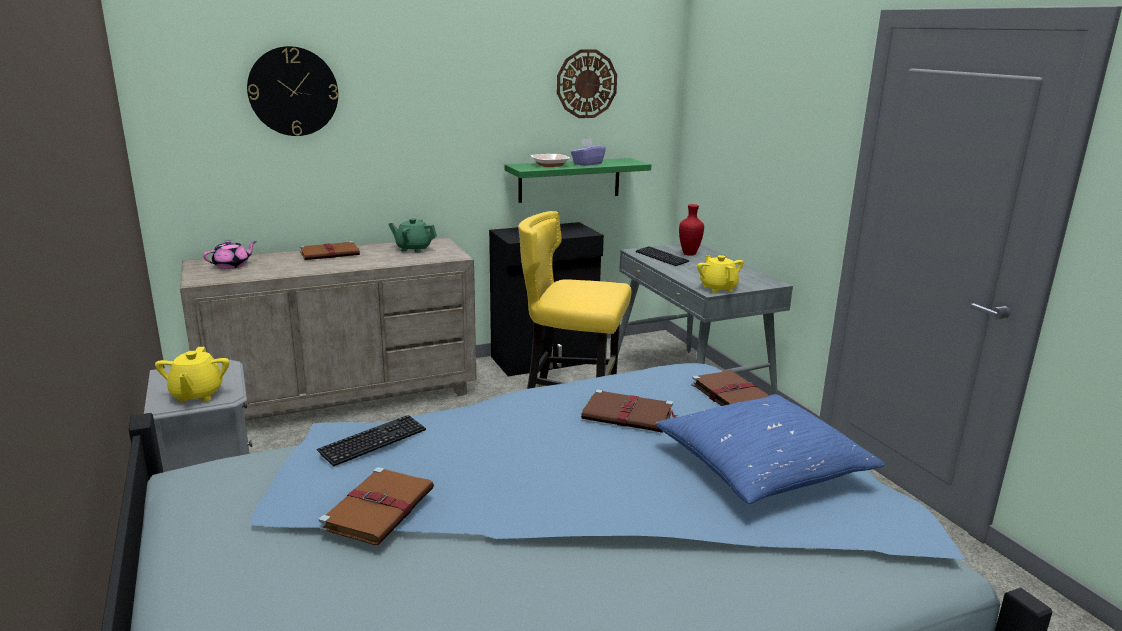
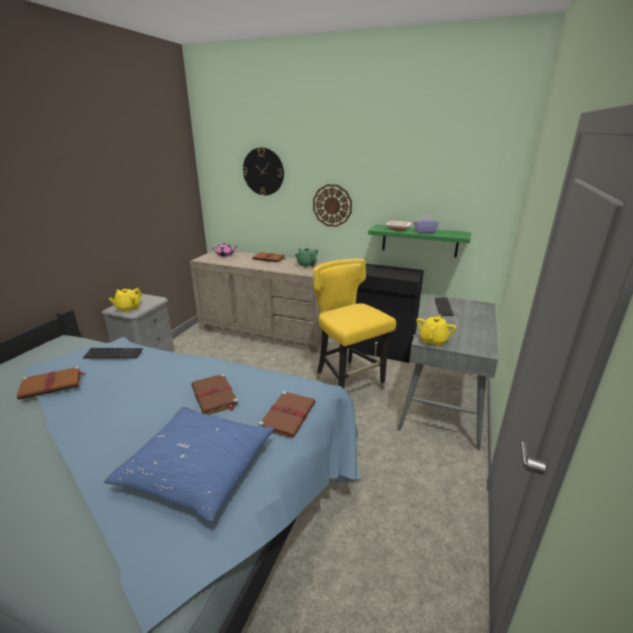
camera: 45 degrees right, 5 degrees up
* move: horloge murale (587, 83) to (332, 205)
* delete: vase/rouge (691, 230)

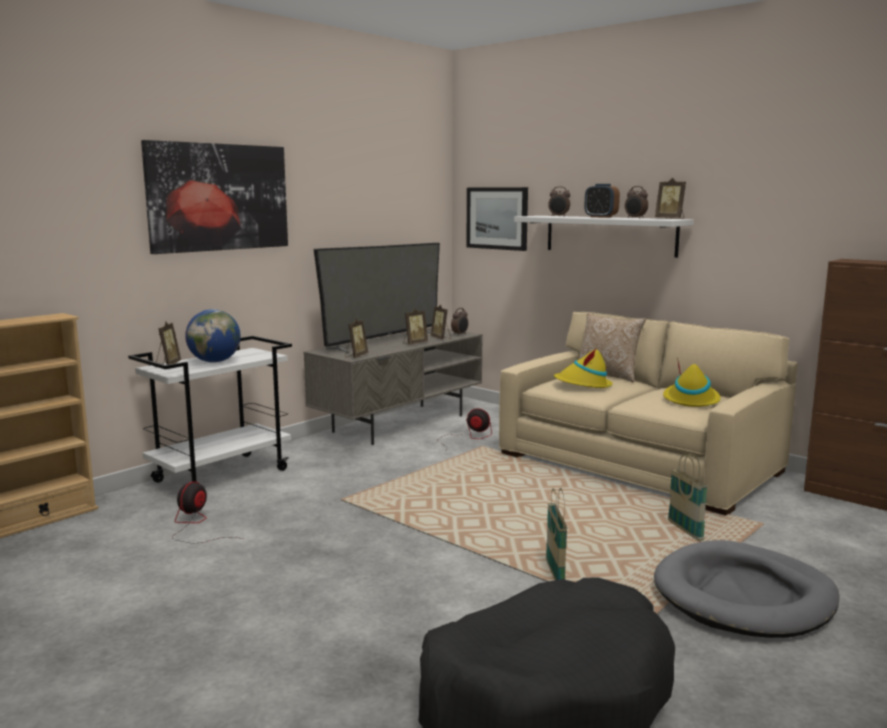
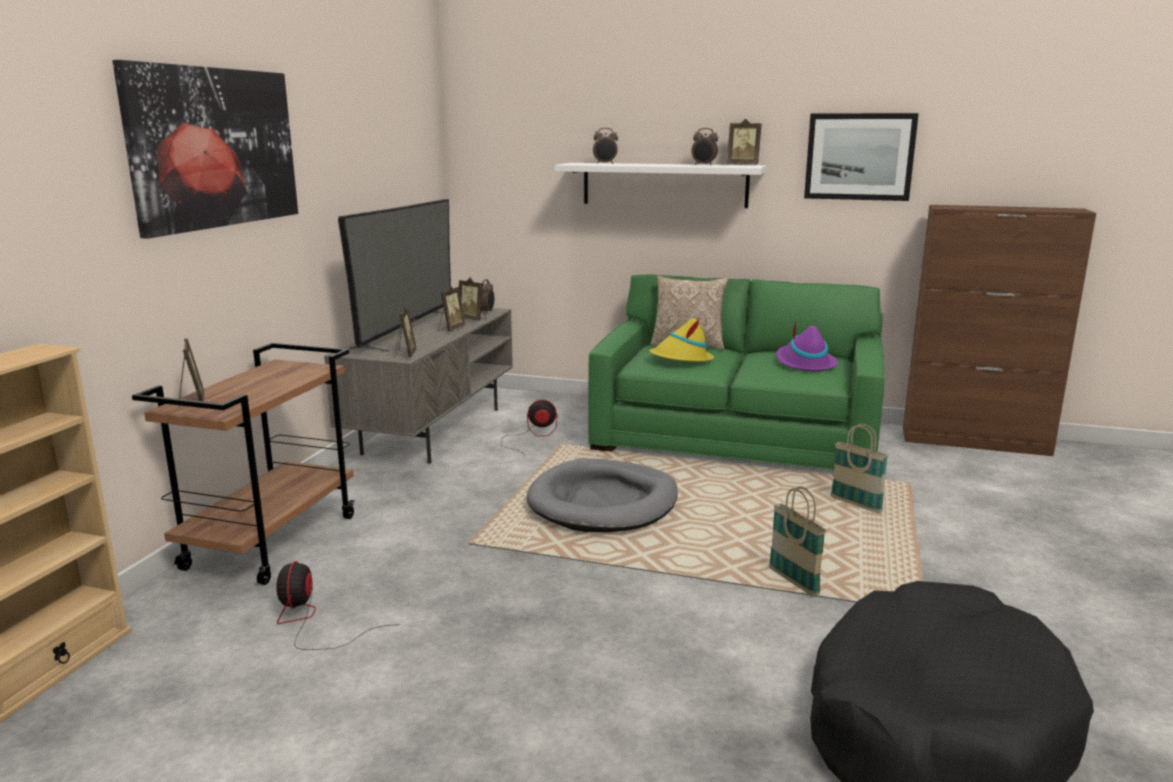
camera: 25 degrees left, 5 degrees up
* recolor: chariot/blanc (210, 409) to chariot/marron (243, 464)
* move: panier pour chien/gris (747, 589) to (602, 495)
* recolor: canapé/beige (648, 414) to canapé/vert (736, 372)
* recolor: chapeau/jaune (692, 382) to chapeau/violet (807, 346)
* move: tableau (497, 219) to (861, 157)
* delete: globe (213, 336)
* delete: réveil (602, 201)

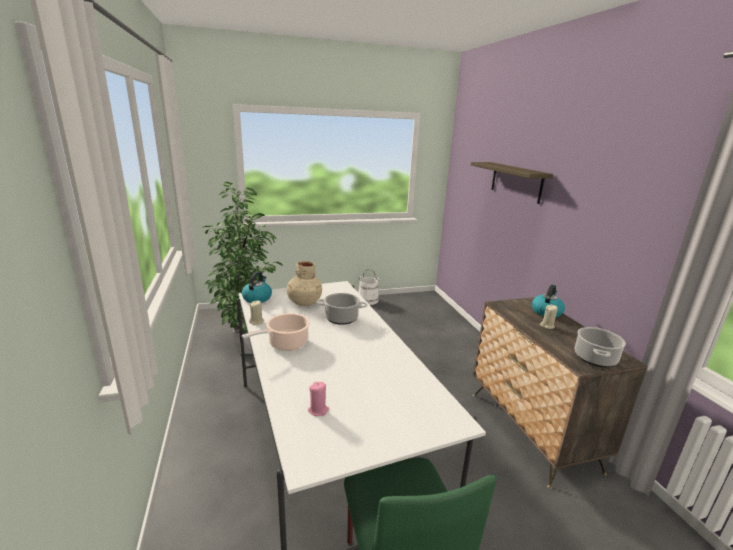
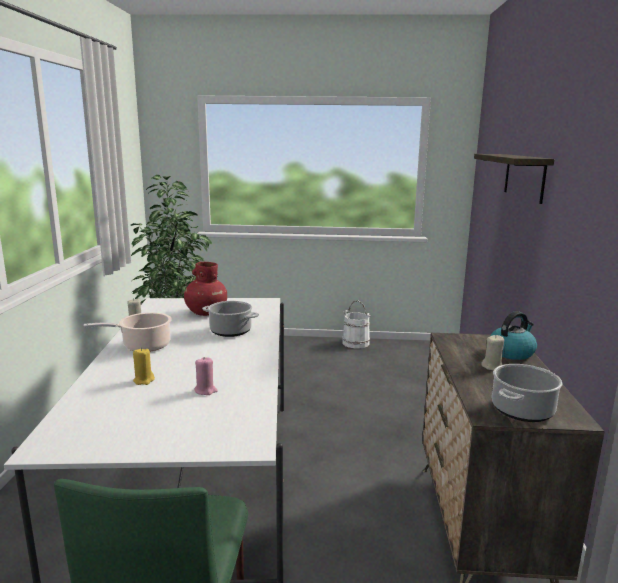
camera: 20 degrees right, 5 degrees down
* insert: bougie/jaune (144, 366)
* recolor: vase/beige (304, 283) to vase/rouge (205, 289)
* move: bougie/rose (318, 399) to (206, 376)
* delete: bouilloire (257, 287)

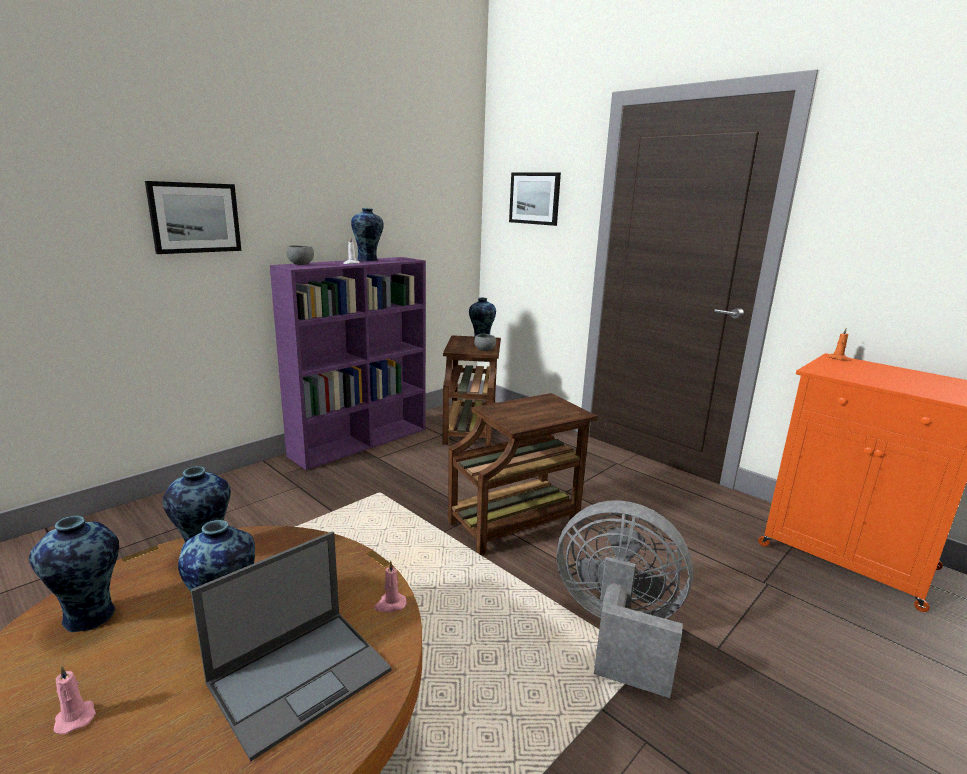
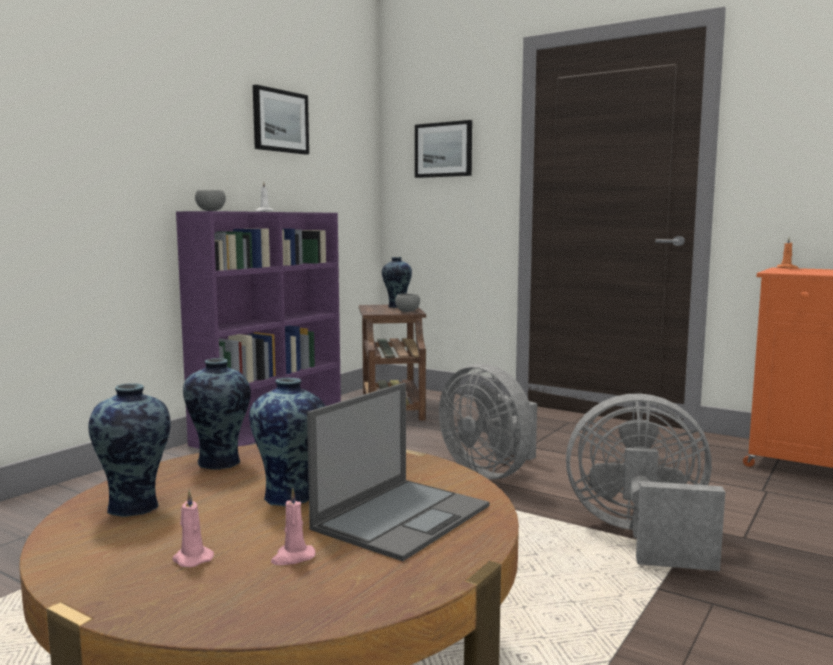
camera: 10 degrees left, 10 degrees down
* move: tableau (193, 217) to (281, 120)
* move: bougie/rose (390, 587) to (293, 526)
* replace: table d'appoint/marron (523, 474) to ventilateur/gris (488, 421)
* delete: vase (367, 234)

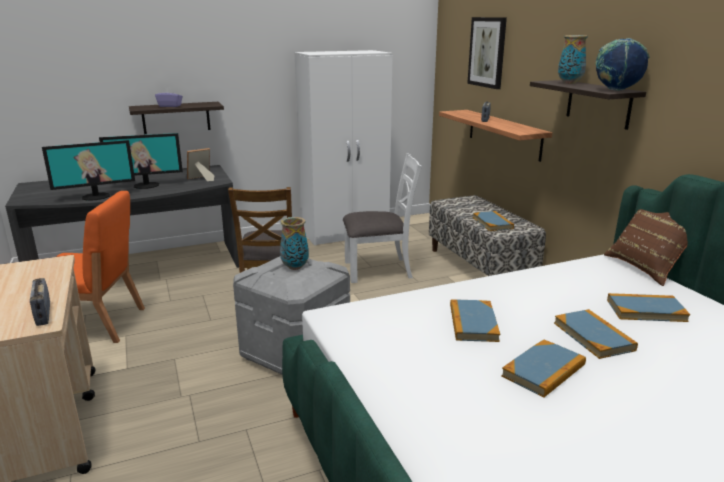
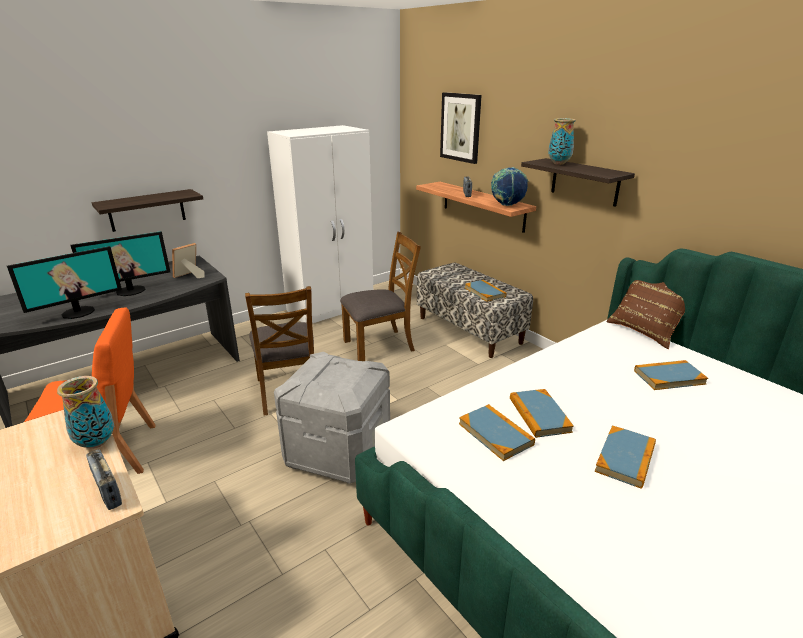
camera: 15 degrees left, 5 degrees up
* move: vase (294, 243) to (85, 412)
* recolor: chaise/blanc (382, 218) to chaise/marron (380, 296)
* move: livre (596, 334) to (497, 432)
* move: globe (622, 64) to (509, 186)
* delete: boîte à mouchoirs/violet (169, 97)

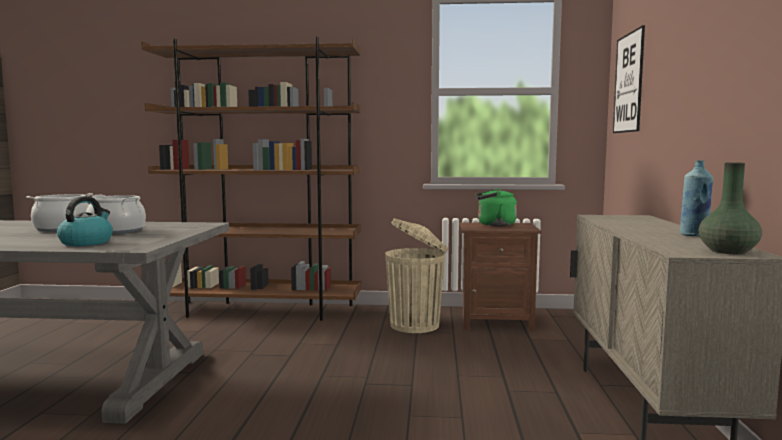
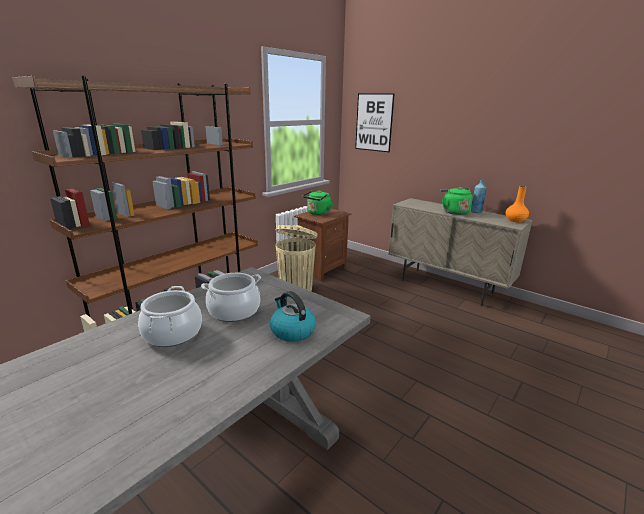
camera: 55 degrees left, 15 degrees up
* insert: bouilloire/vert (456, 201)
* recolor: vase/vert (730, 208) to vase/orange (517, 204)

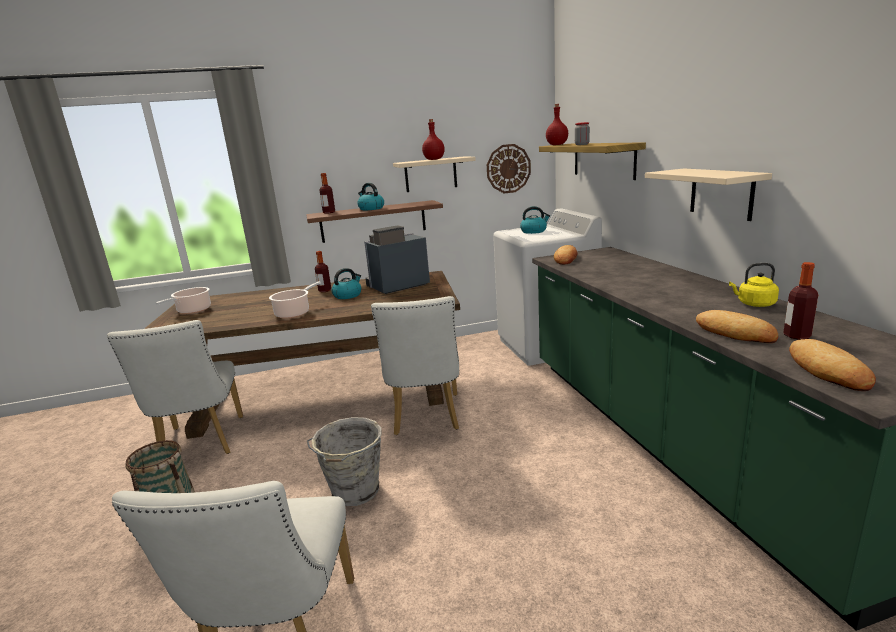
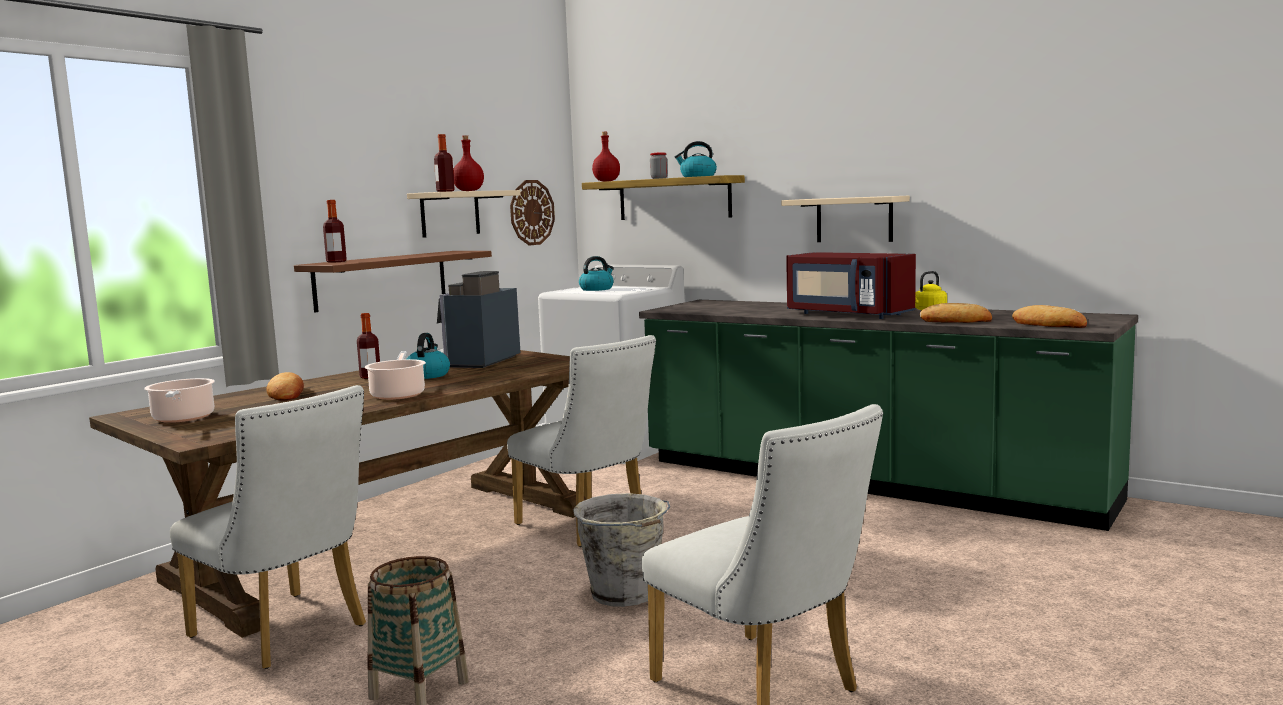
camera: 40 degrees left, 10 degrees down
* move: pain (565, 255) to (285, 386)
* move: bouteille (800, 301) to (444, 163)
* move: bouilloire (371, 196) to (696, 159)
* insert: micro-ondes/rouge (851, 285)

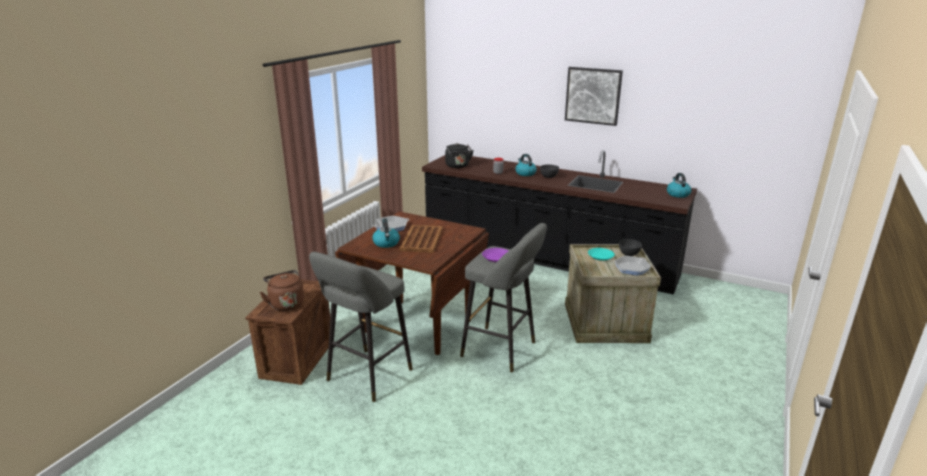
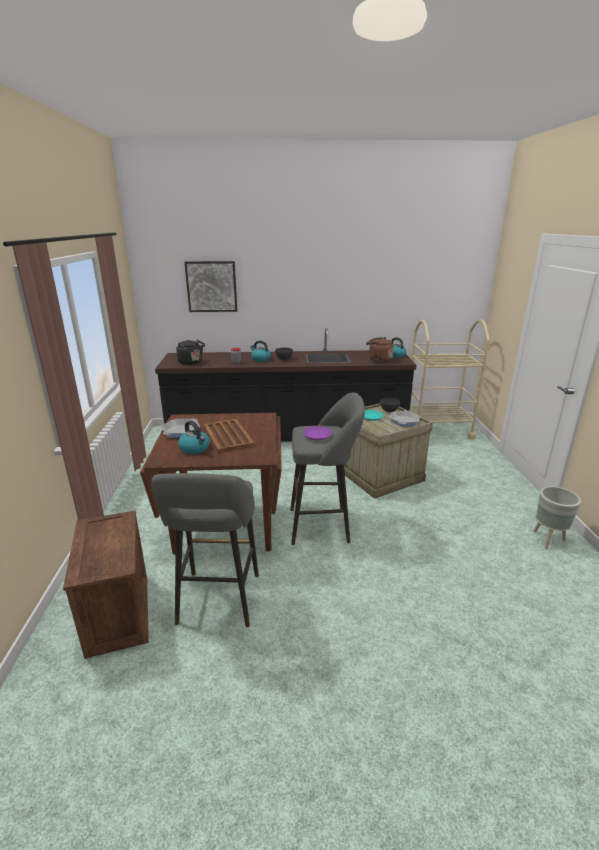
camera: 30 degrees left, 0 degrees up
* move: tableau (594, 96) to (210, 286)
* move: bouilloire/marron (282, 290) to (380, 350)
* insert: chariot/beige (450, 379)
* insert: cache-pot/gris (557, 518)

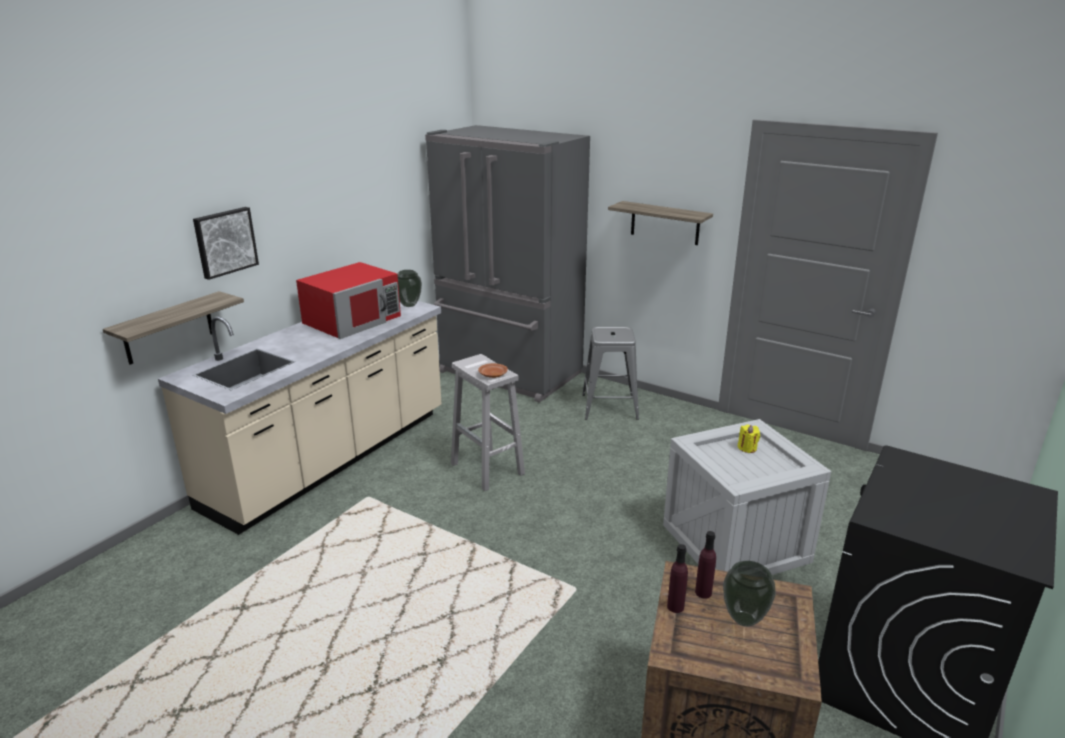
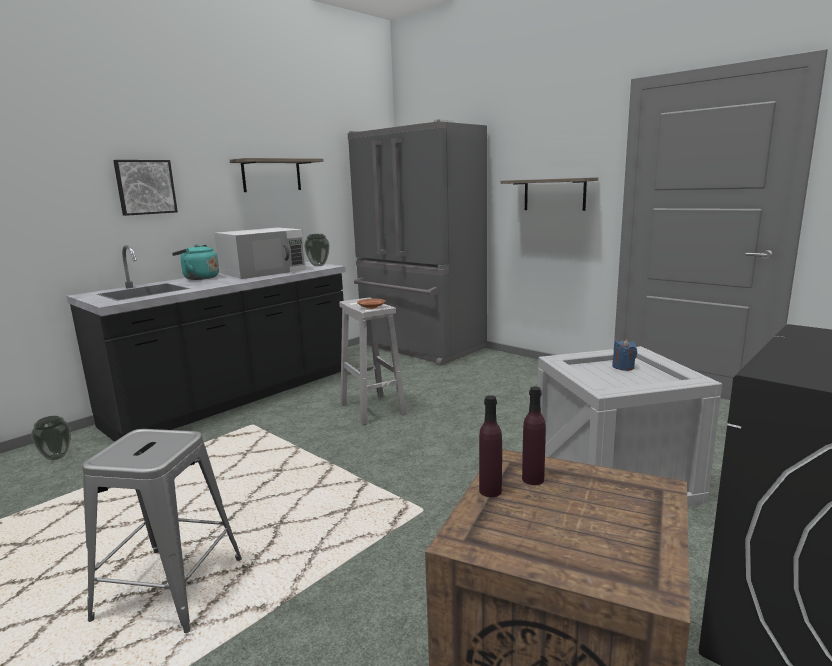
camera: 10 degrees right, 10 degrees down
* move: vase (749, 594) to (51, 438)
* recolor: comptoir de cuisine/beige (299, 418) to comptoir de cuisine/noir (206, 343)
* move: tabouret/gris (610, 373) to (162, 531)
* insert: bouilloire/turquoise (195, 262)
* recolor: micro-ondes/rouge (348, 300) to micro-ondes/blanc (260, 253)
* move: étagère (173, 328) to (277, 175)
* recolor: bougie/jaune (748, 438) to bougie/bleu (624, 355)

